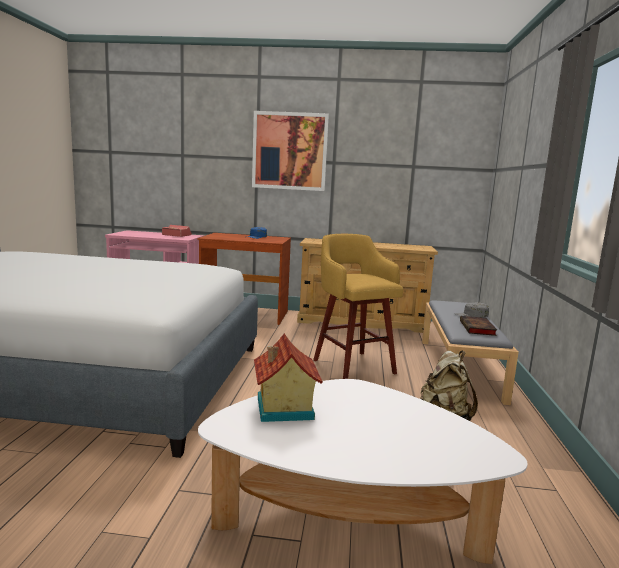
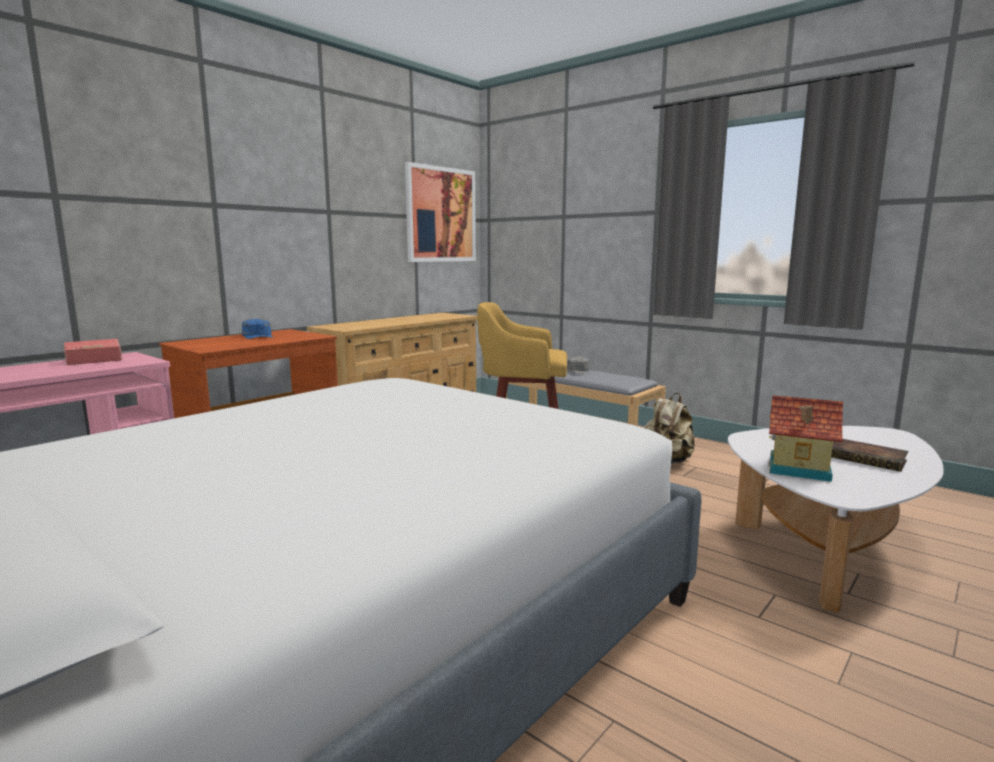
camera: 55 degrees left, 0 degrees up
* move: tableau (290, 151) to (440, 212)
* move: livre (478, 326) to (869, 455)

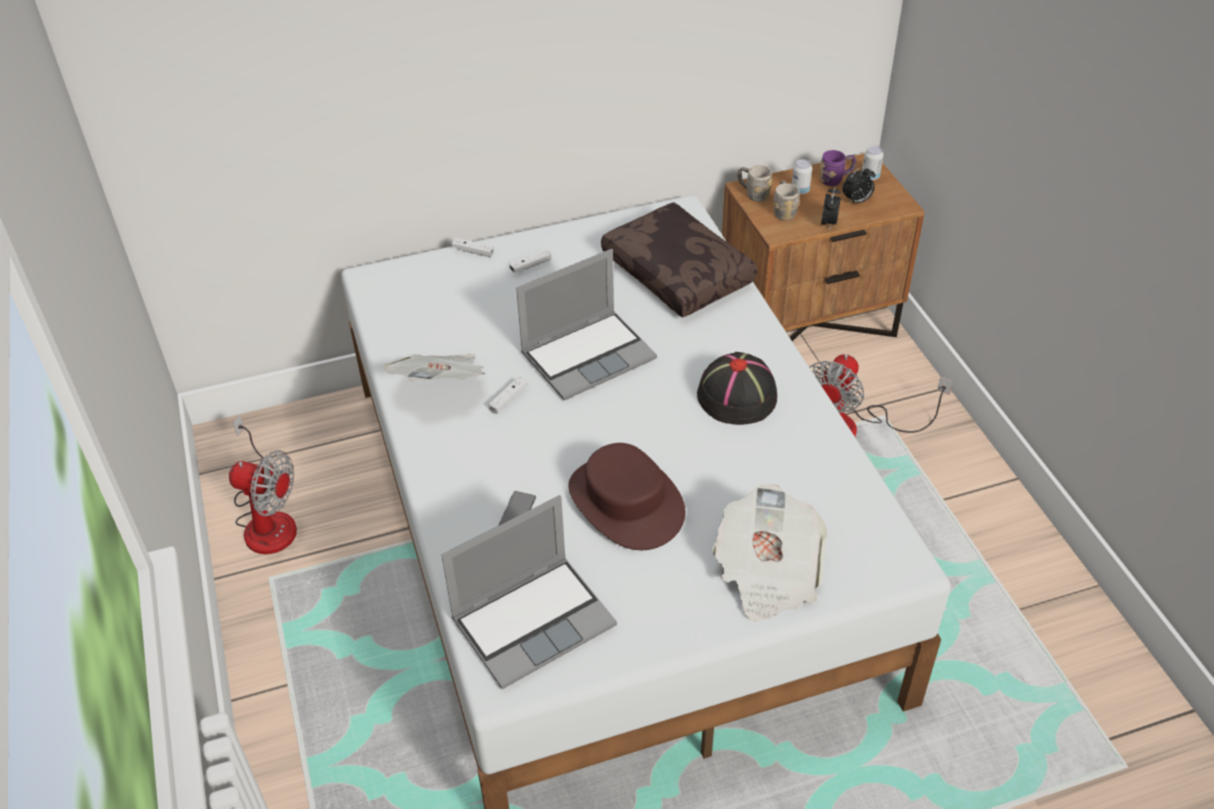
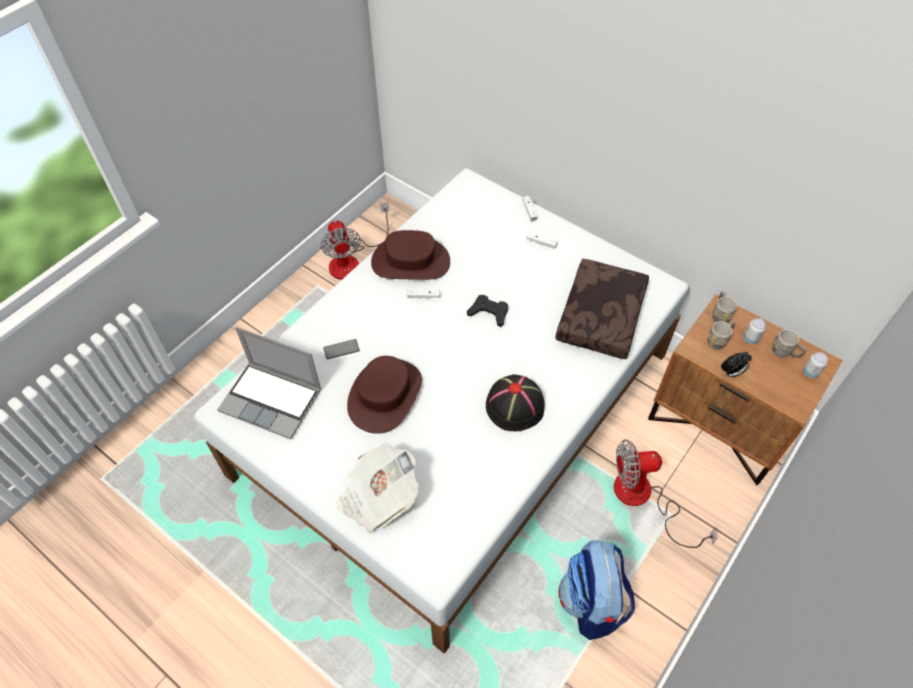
camera: 55 degrees right, 10 degrees up
* replace: journal (434, 367) to chapeau/marron (410, 255)
* replace: ordinateur portable (586, 324) to manette/noir (487, 311)
* insert: sac à dos (596, 590)
* recolor: mug/violet (838, 168) to mug/gris (789, 343)
* delete: réveil (859, 185)

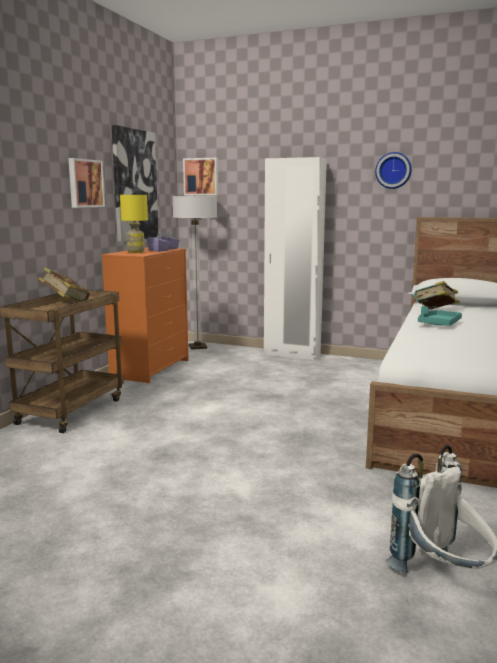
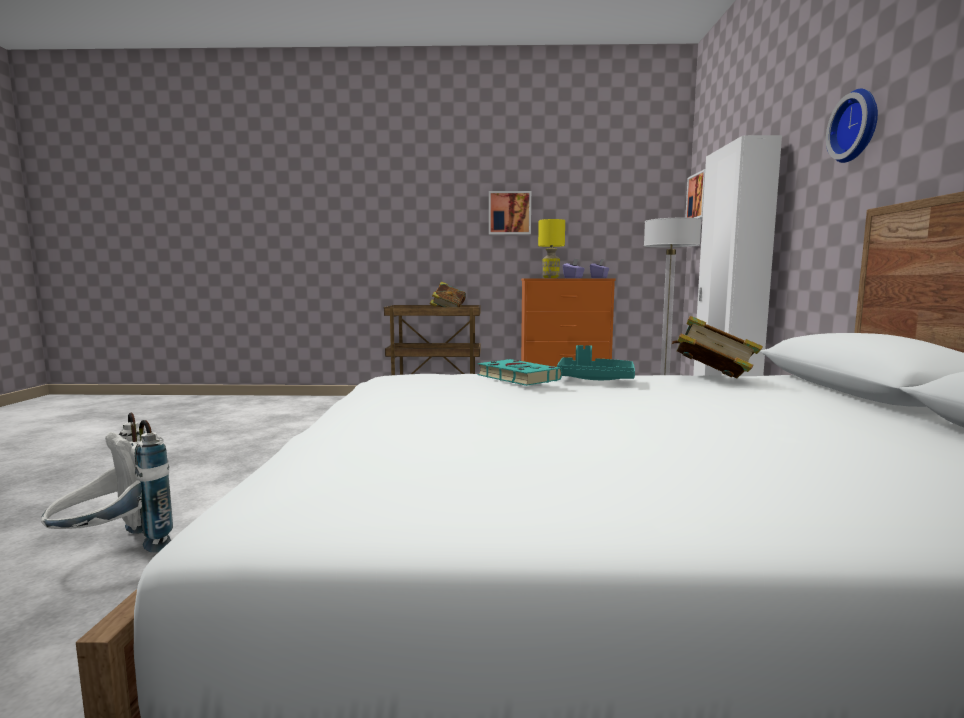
camera: 70 degrees right, 5 degrees down
* insert: livre/turquoise (520, 372)
* delete: tableau (134, 183)

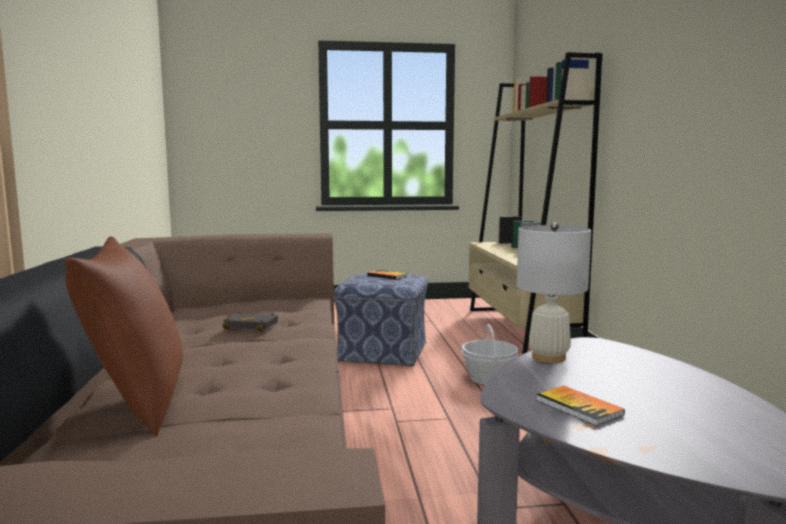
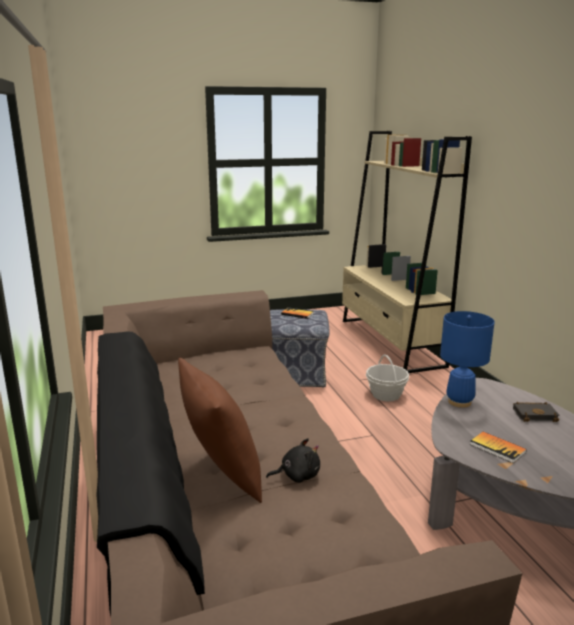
camera: 10 degrees left, 10 degrees up
* insert: peluche/noir (293, 460)
* recolor: lampe de table/blanc (554, 293) to lampe de table/bleu (467, 359)
* move: livre/noir (250, 321) to (536, 412)

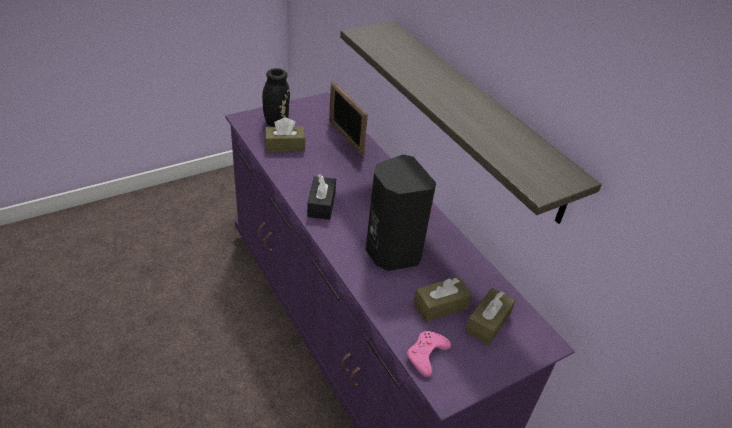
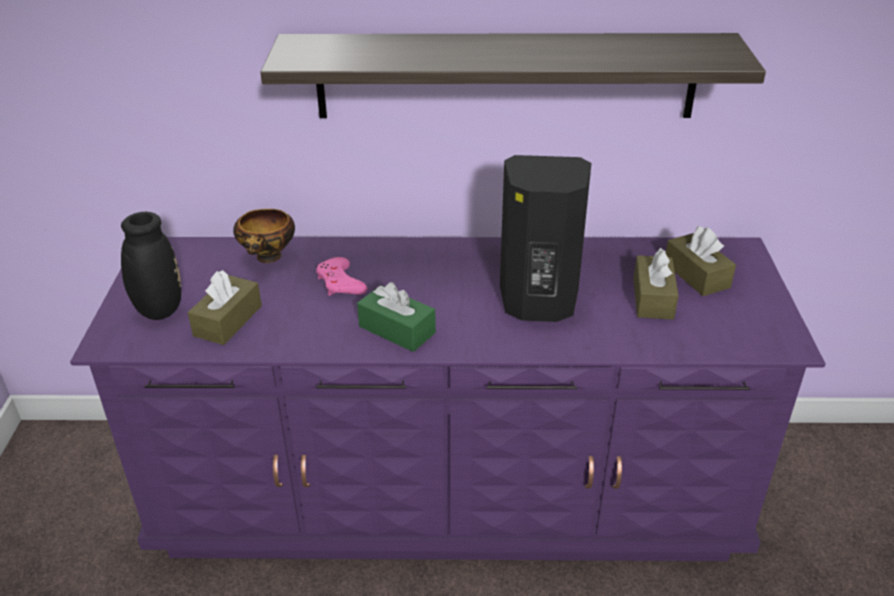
camera: 55 degrees left, 5 degrees down
* replace: cadre photo (348, 118) to bol (264, 236)
* move: manette/rose (429, 354) to (341, 276)
* recolor: boîte à mouchoirs/noir (321, 197) to boîte à mouchoirs/vert (396, 317)

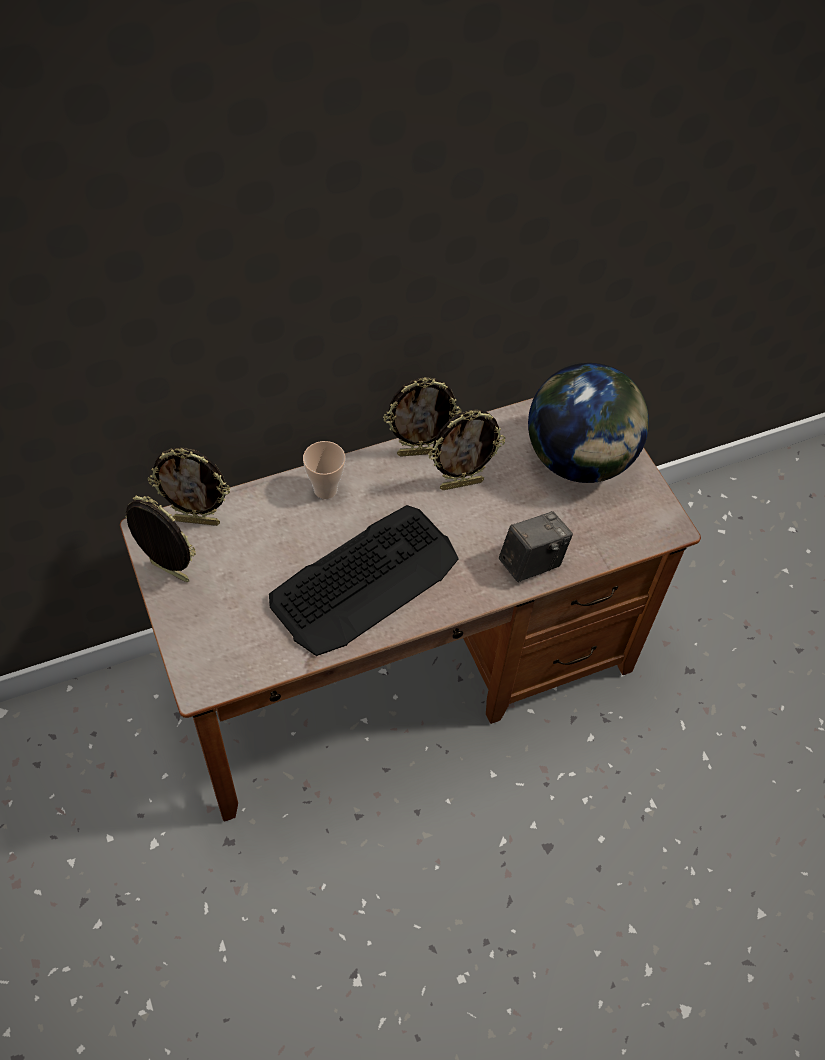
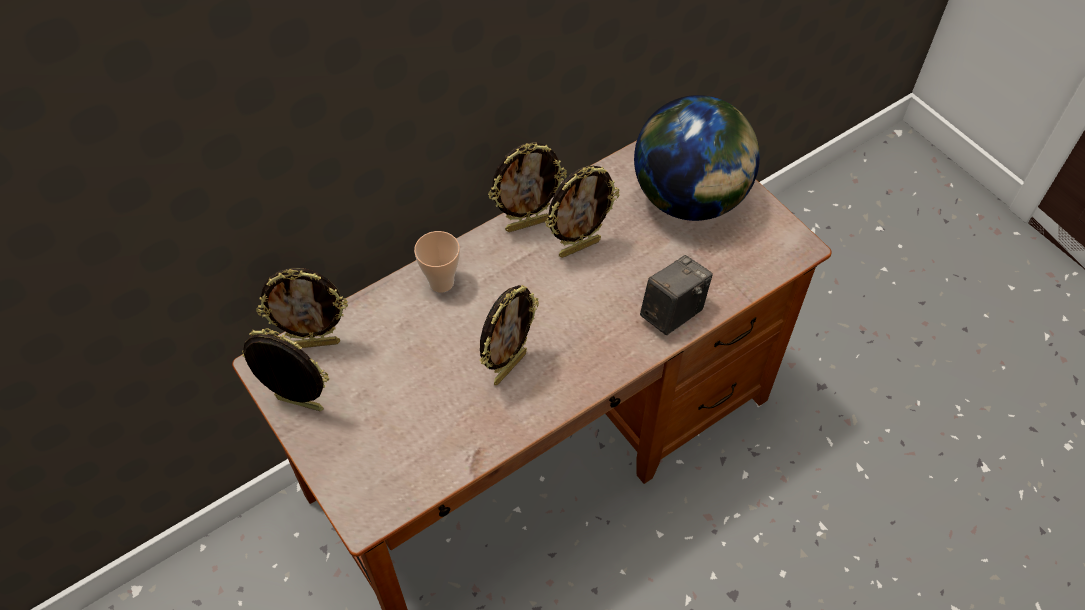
camera: 10 degrees left, 0 degrees up
* replace: clavier (364, 580) to cadre photo (509, 335)

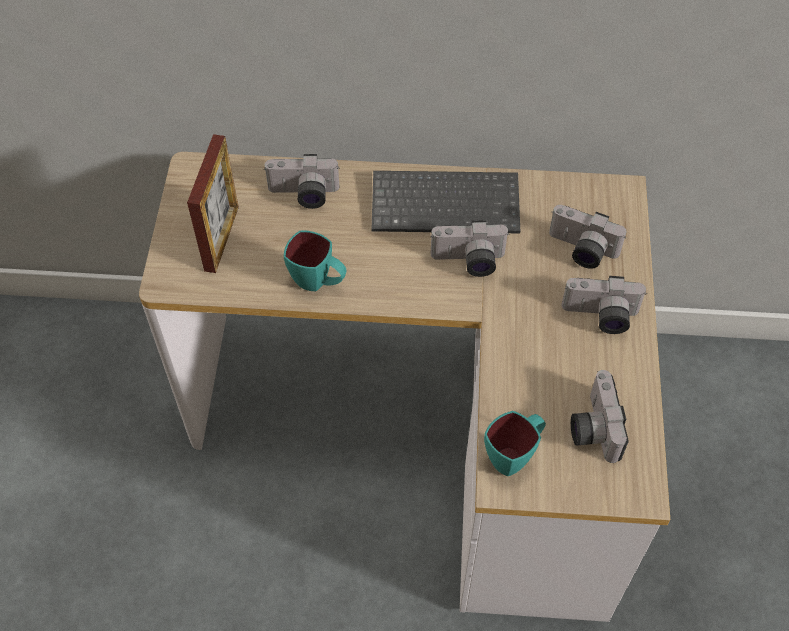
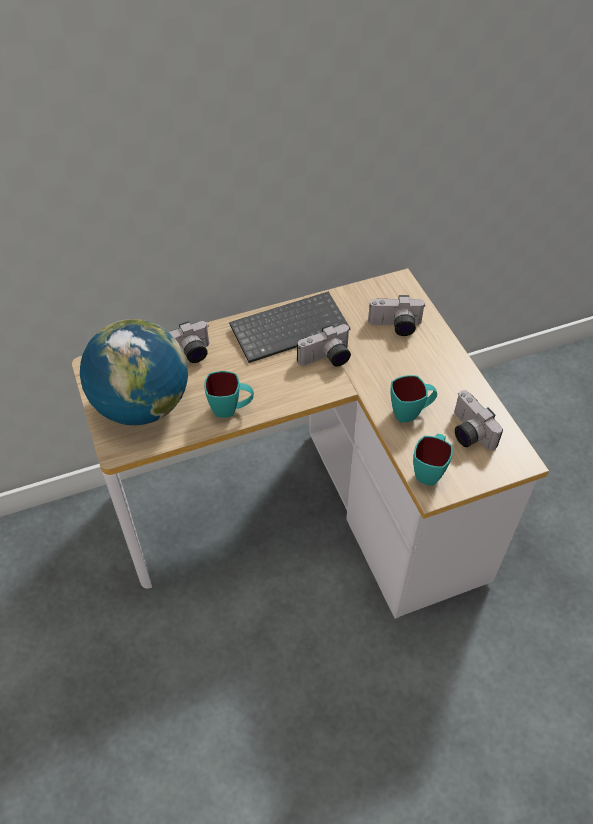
camera: 25 degrees left, 5 degrees down
* replace: cadre photo (213, 203) to globe (134, 372)
* insert: mug/turquoise (414, 399)
* delete: appareil photo (603, 305)

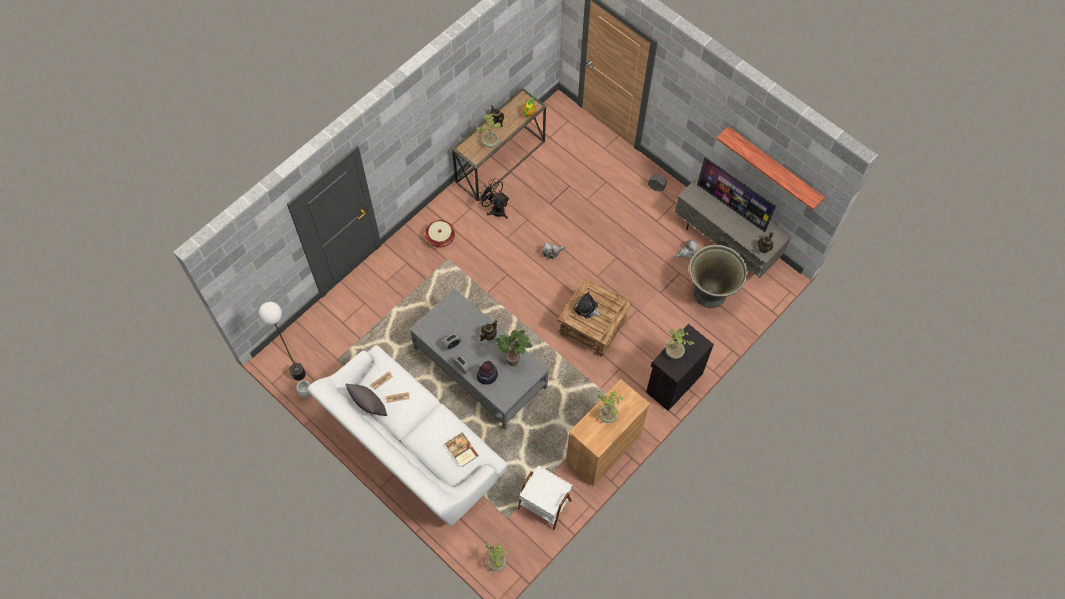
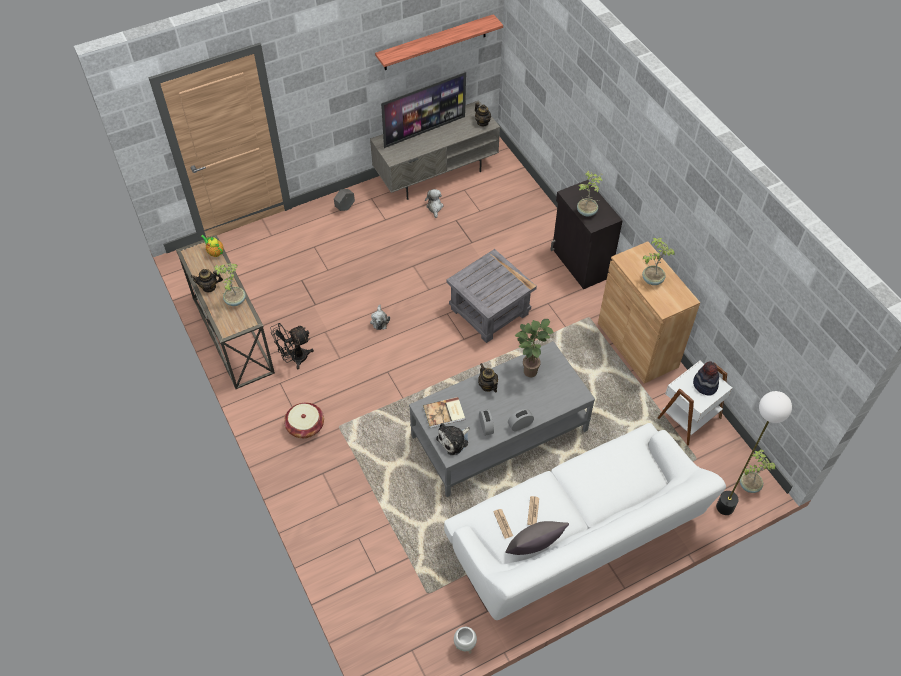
camera: 70 degrees left, 10 degrees down
* move: livre (462, 449) to (444, 412)
* move: peluche (588, 305) to (453, 439)
* recolor: table d'appoint/marron (595, 317) to table d'appoint/gris (492, 296)
* move: chapeau (487, 373) to (706, 378)
* move: lampadaire (282, 341) to (754, 453)
* delete: cache-pot/gris (718, 276)

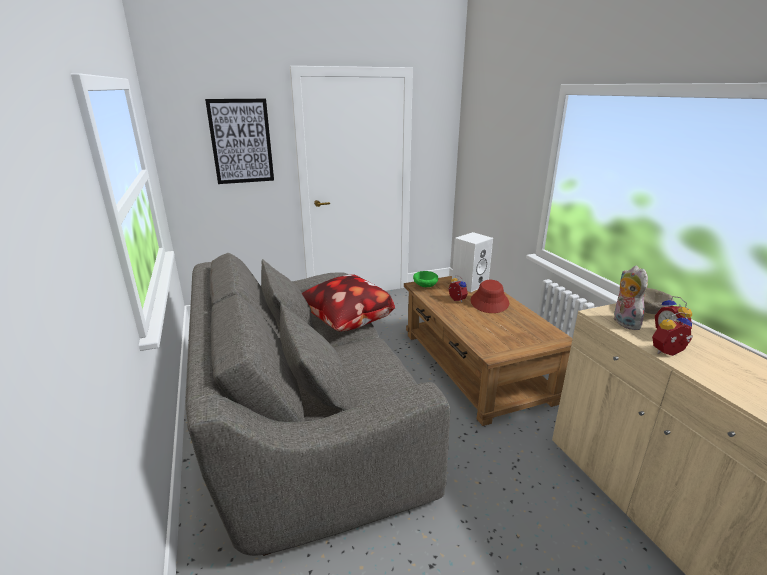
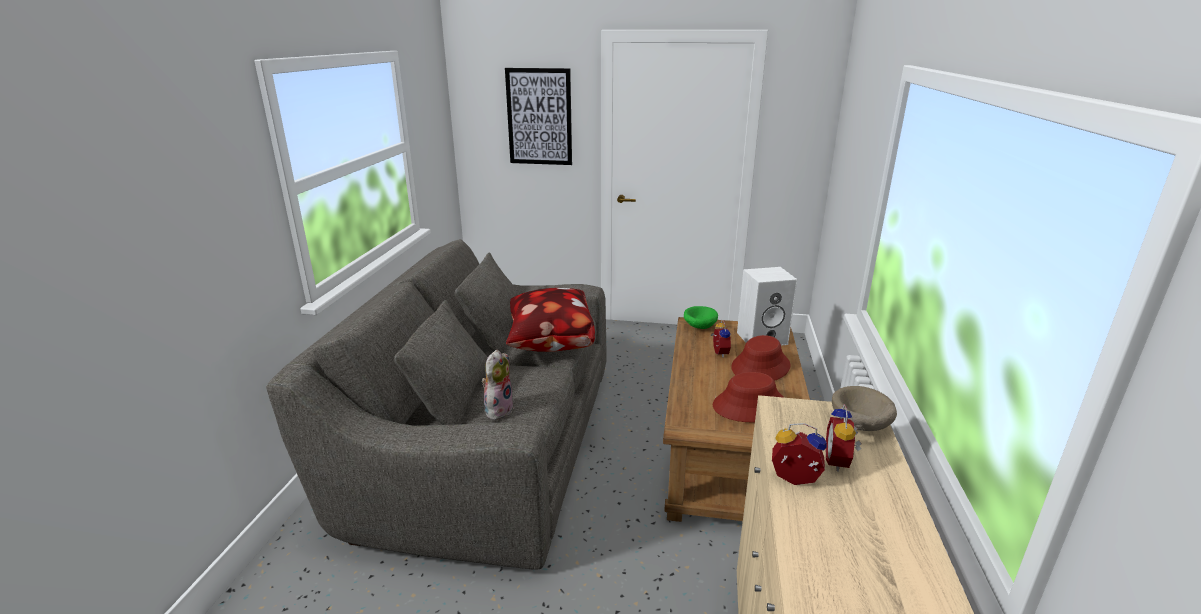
camera: 30 degrees right, 0 degrees up
* move: peluche (631, 298) to (498, 385)
* insert: chapeau/rouge (748, 397)

